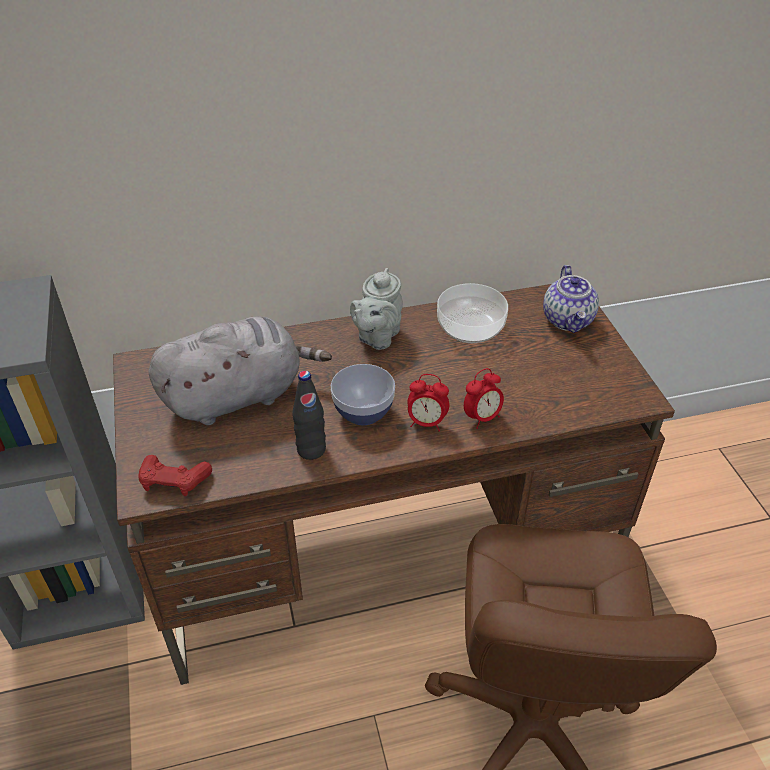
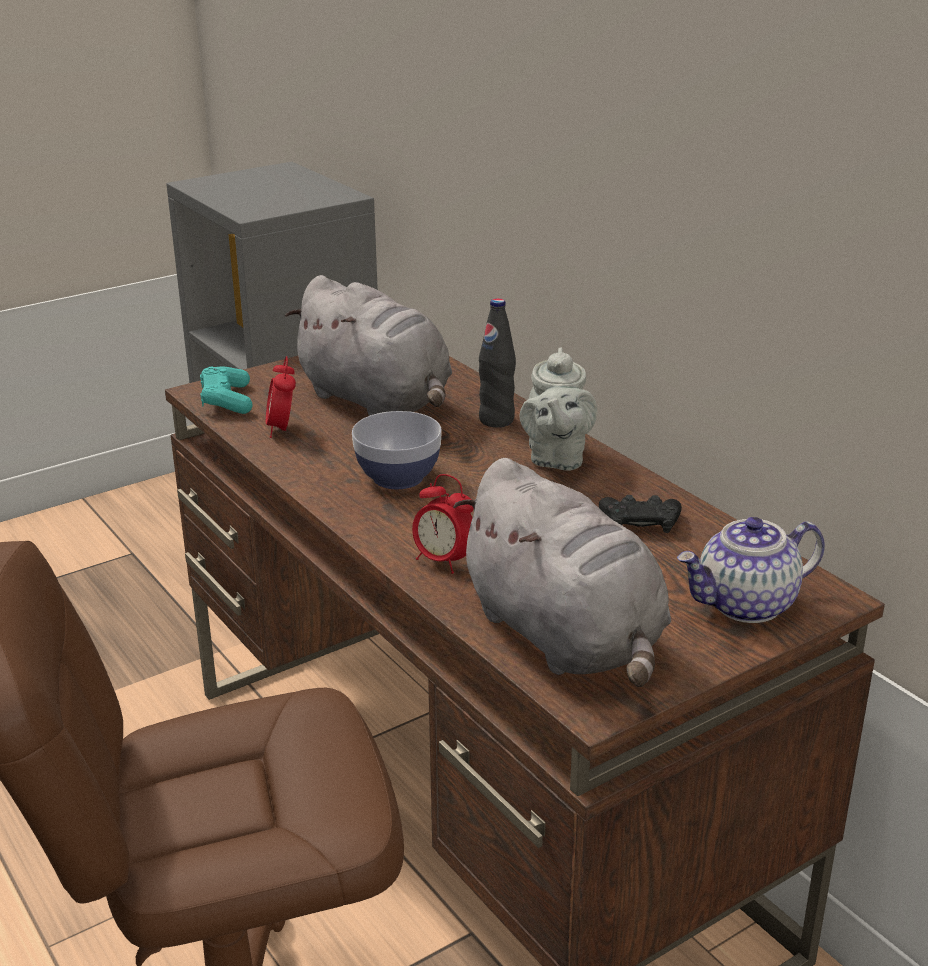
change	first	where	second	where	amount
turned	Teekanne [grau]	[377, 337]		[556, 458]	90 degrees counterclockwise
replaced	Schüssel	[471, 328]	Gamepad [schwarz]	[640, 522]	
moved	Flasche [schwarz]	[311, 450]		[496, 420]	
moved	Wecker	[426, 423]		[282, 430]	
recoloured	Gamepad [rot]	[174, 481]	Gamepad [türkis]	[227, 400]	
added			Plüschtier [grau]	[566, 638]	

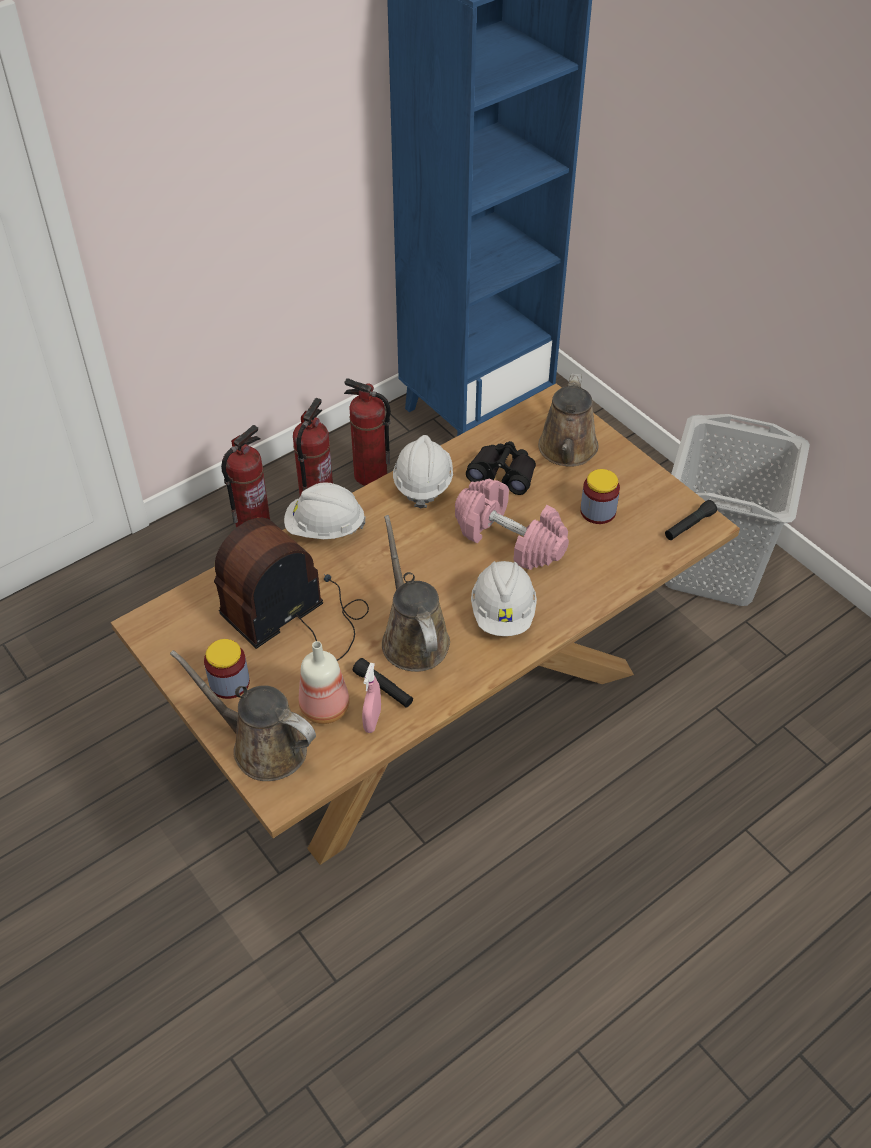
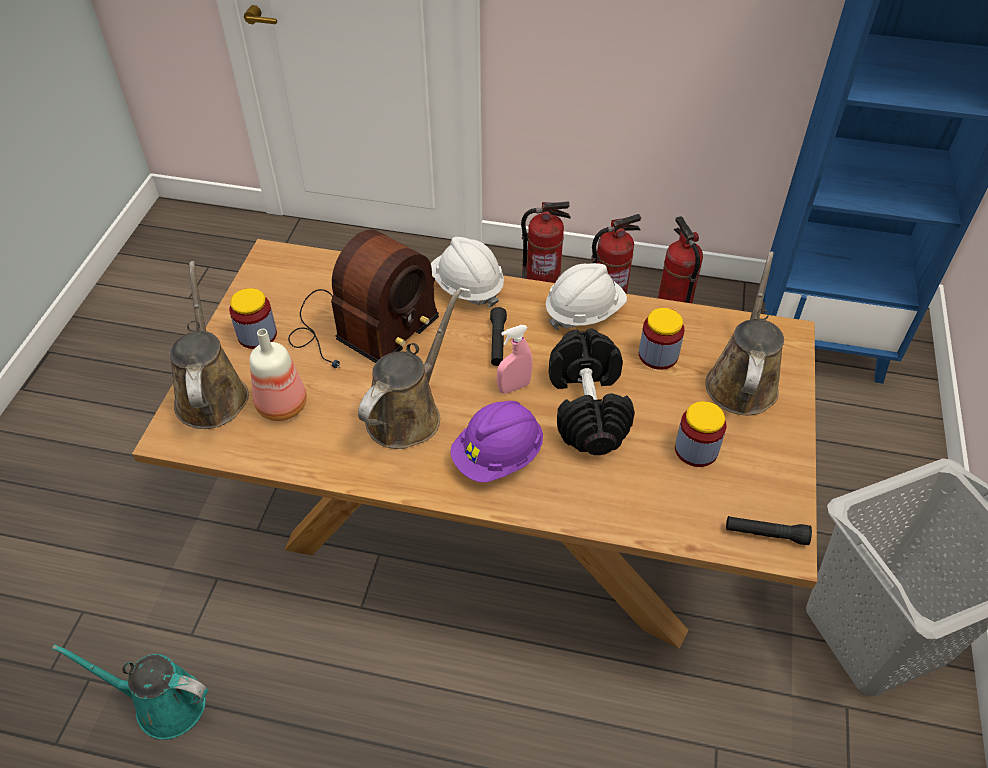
change	first	where	second	where	amount
turned	Gießkanne [braun]	[567, 451]		[742, 381]	135 degrees clockwise
replaced	Fernglas [schwarz]	[503, 474]	Vorratsglas	[658, 355]	
recoloured	Hantel [rosa]	[510, 539]	Hantel [schwarz]	[588, 408]	
turned	Radio	[297, 615]		[361, 329]	120 degrees clockwise
recoloured	Schutzhelm [weiß]	[503, 612]	Schutzhelm [lila]	[498, 457]	
moved	Taschenlampe [schwarz]	[383, 688]		[497, 342]	
moved	Sprühflasche [rosa]	[372, 721]		[514, 387]	
added			Gießkanne [türkis]	[163, 703]	

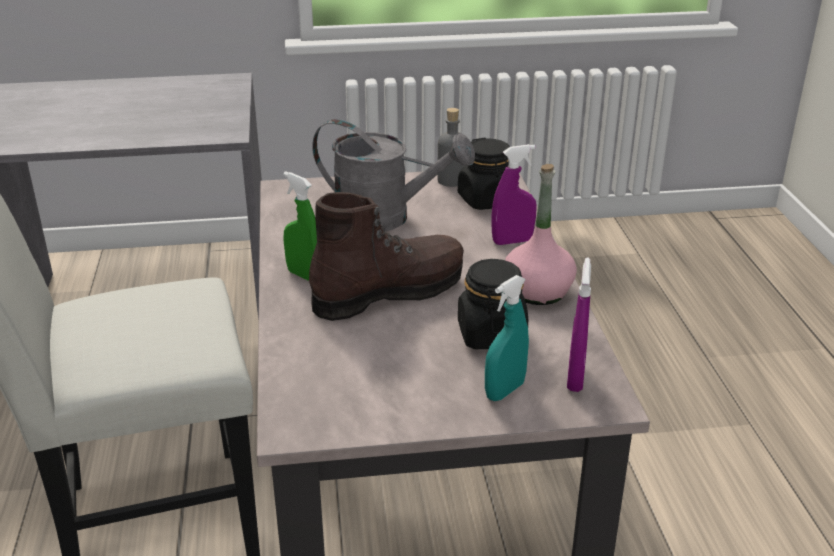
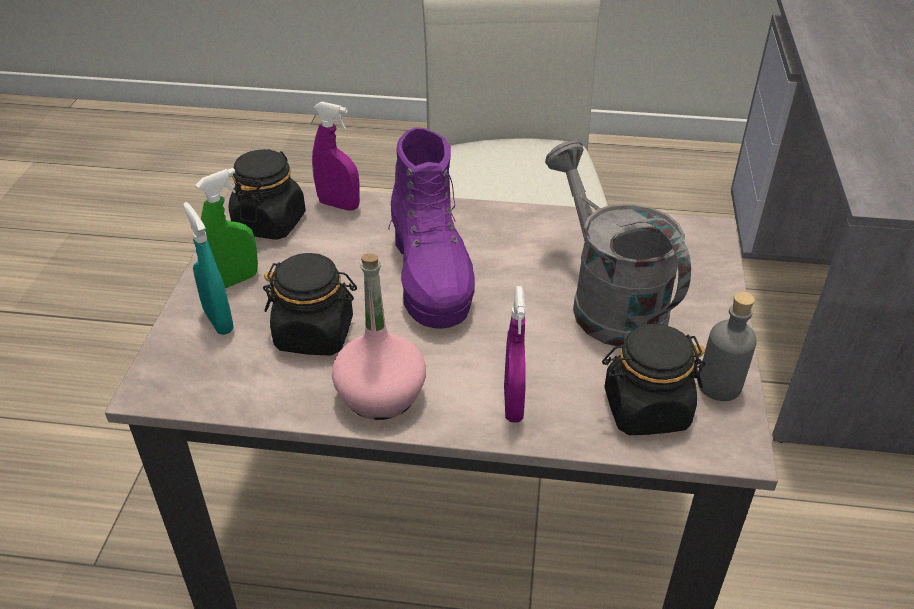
change	first	where	second	where	amount
turned	Gießkanne [grau]	[385, 218]		[608, 301]	120 degrees clockwise
moved	Sprühflasche [grün]	[305, 275]		[235, 280]	
recoloured	Stiefel [braun]	[388, 292]	Stiefel [lila]	[431, 277]	
moved	Sprühflasche [lila]	[575, 378]		[339, 205]	
added			Vorratsglas [schwarz]	[270, 222]	

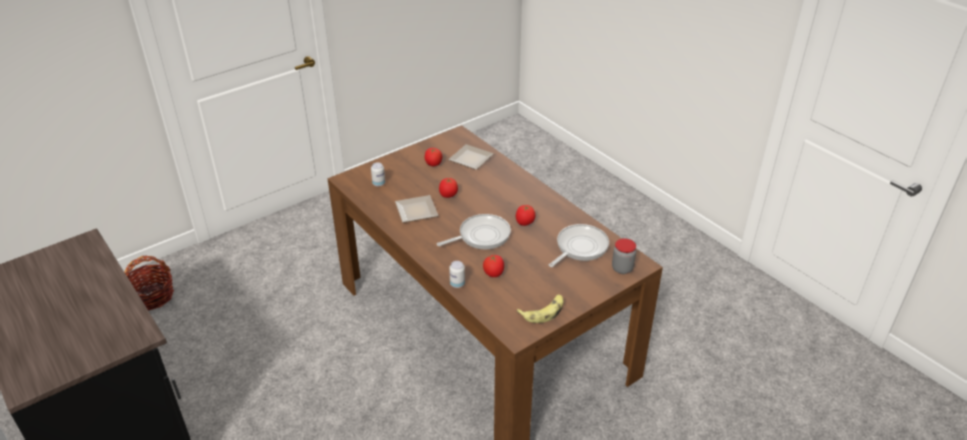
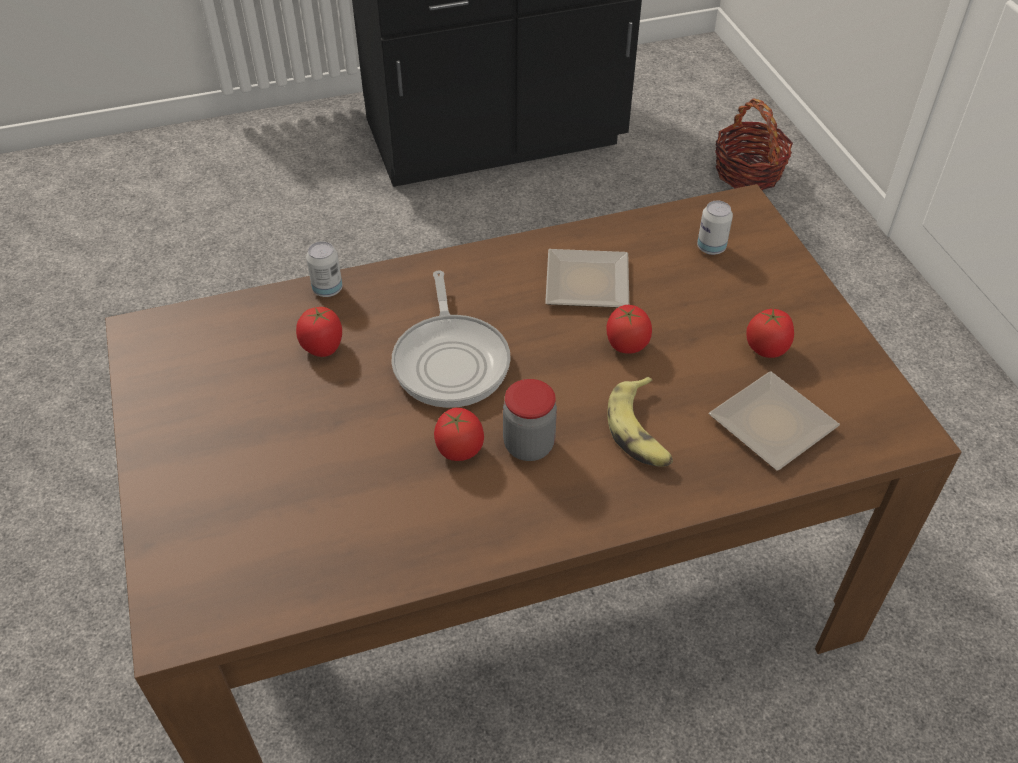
change	first	where	second	where	amount
removed	Pfanne	[579, 247]			
moved	Vorratsglas	[622, 268]		[529, 445]	
moved	Banane	[543, 312]		[641, 431]	

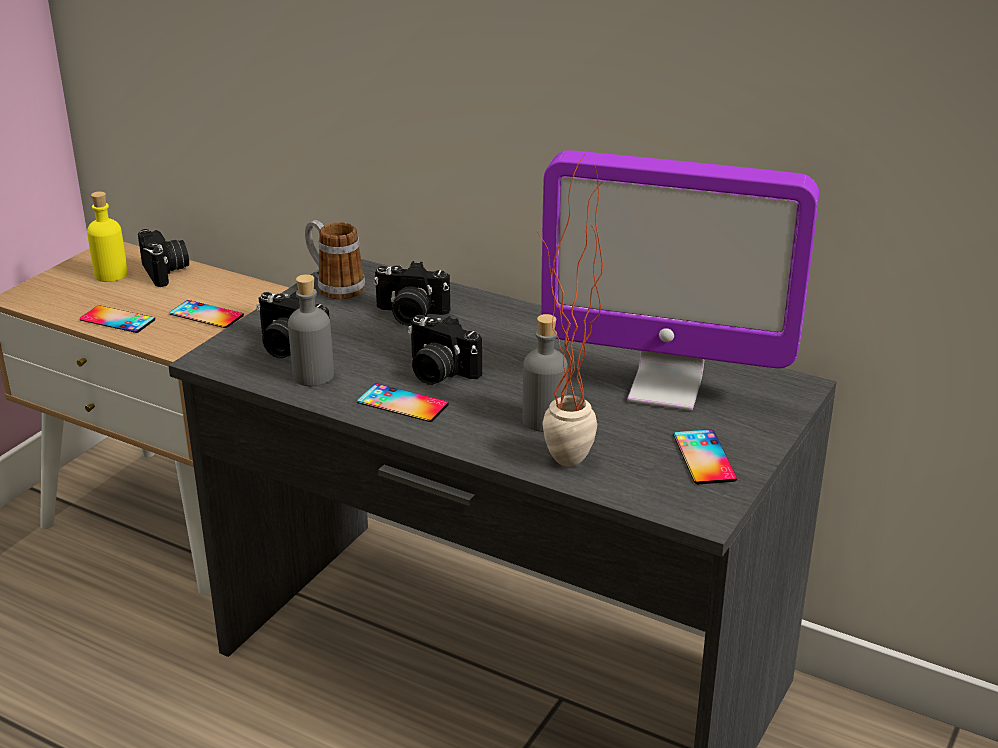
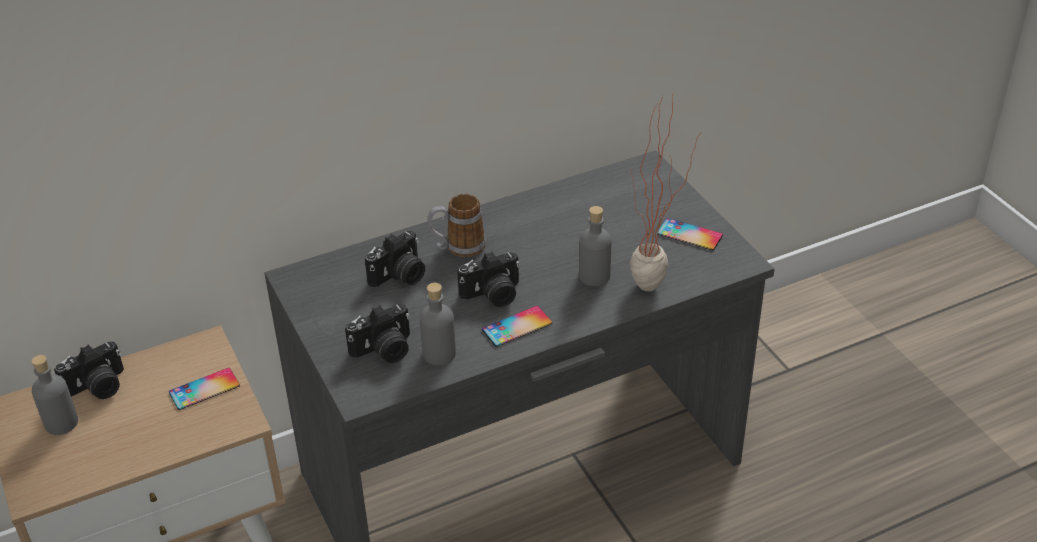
change	first	where	second	where	amount
removed	Monitor	[665, 389]			
recoloured	Flasche [gelb]	[111, 275]	Flasche [grau]	[61, 423]	
moved	Henkelbecher	[334, 286]		[458, 247]	
turned	Kamera	[166, 272]		[97, 387]	135 degrees clockwise
removed	Handy	[117, 320]			

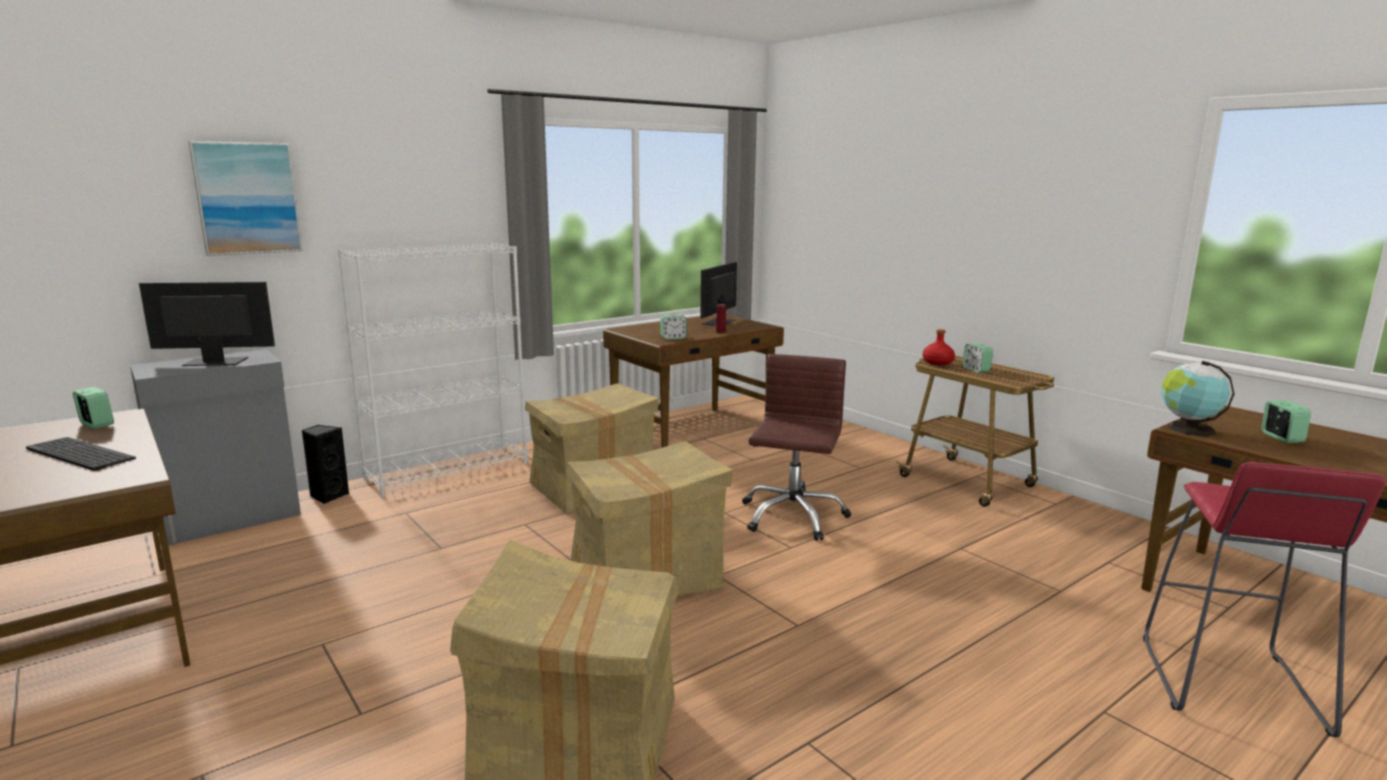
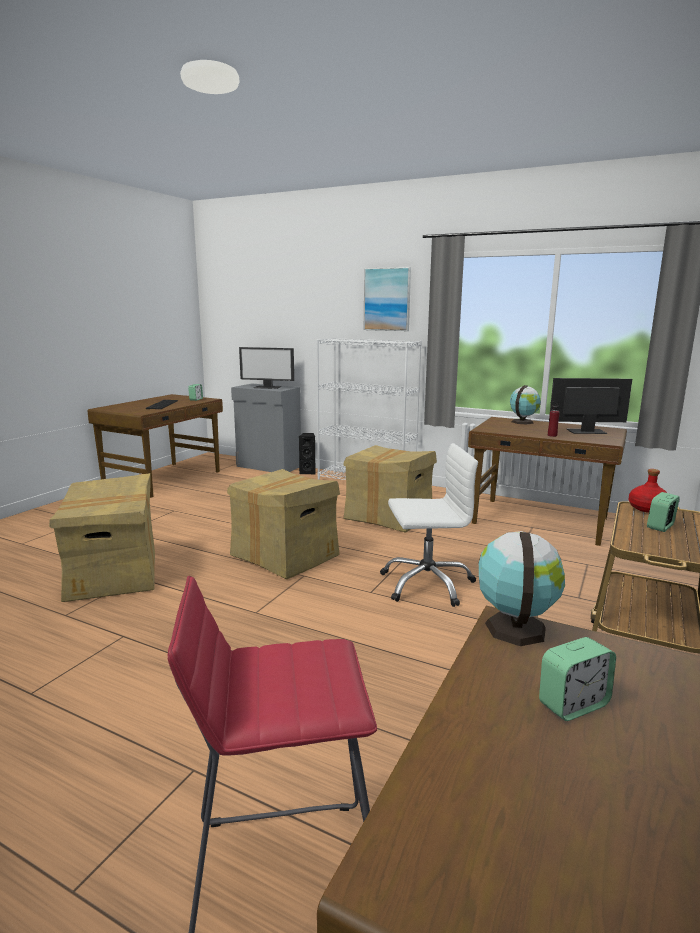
change	first	where	second	where	amount
moved	Bild	[247, 198]		[387, 299]	
turned	Monitor	[214, 362]		[267, 387]	135 degrees clockwise
removed	Wecker	[673, 338]			
recoloured	Bürostuhl [braun]	[792, 516]	Bürostuhl [weiß]	[426, 584]	
added			Globus	[522, 422]	

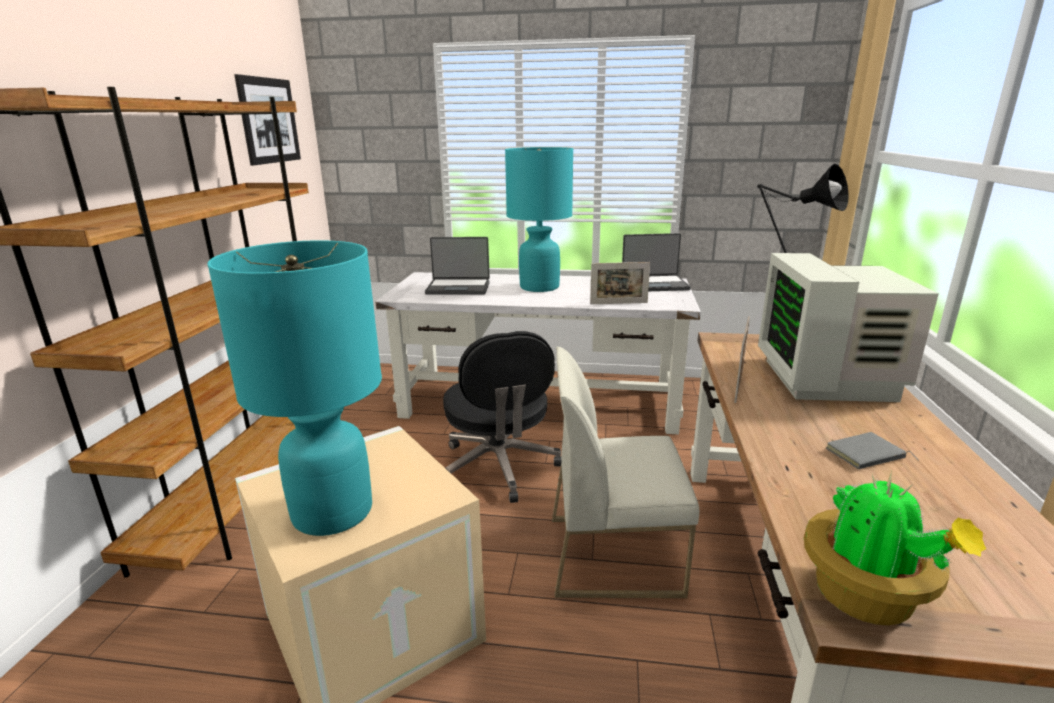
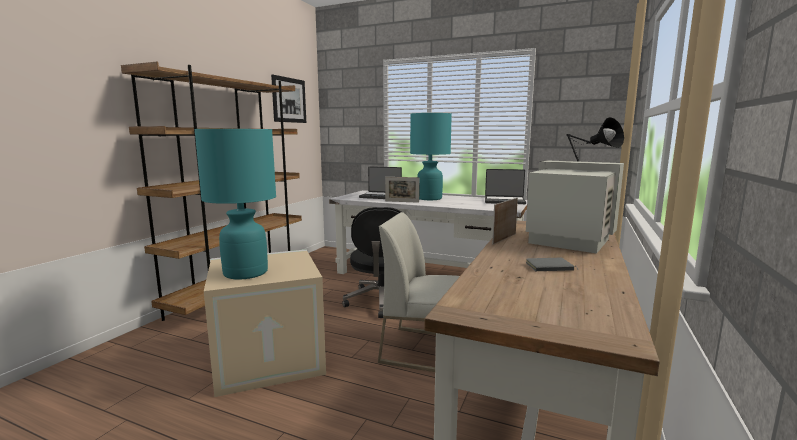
change	first	where	second	where	amount
turned	Monitor	[829, 380]		[568, 241]	105 degrees clockwise
moved	Bilderrahmen	[618, 303]		[402, 201]	
removed	Topfpflanze	[866, 598]			

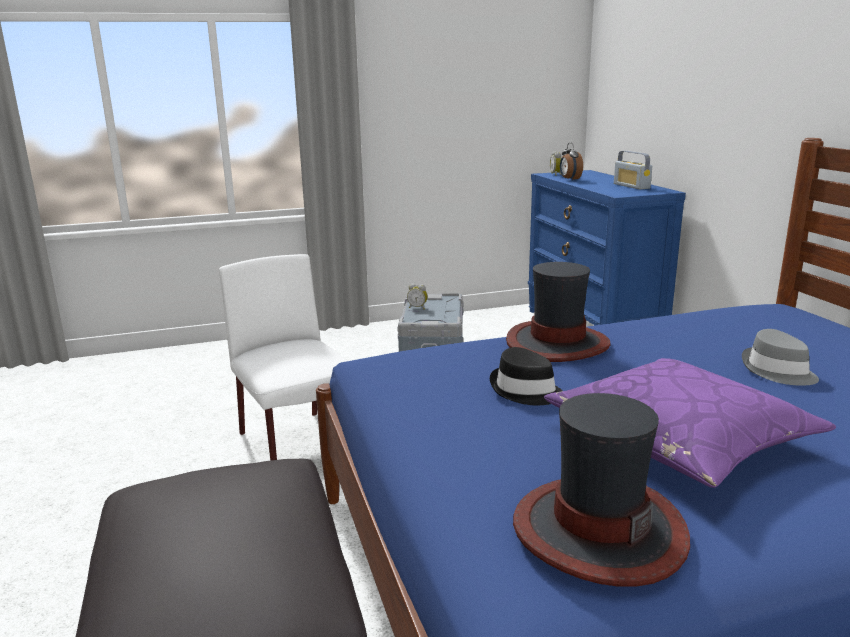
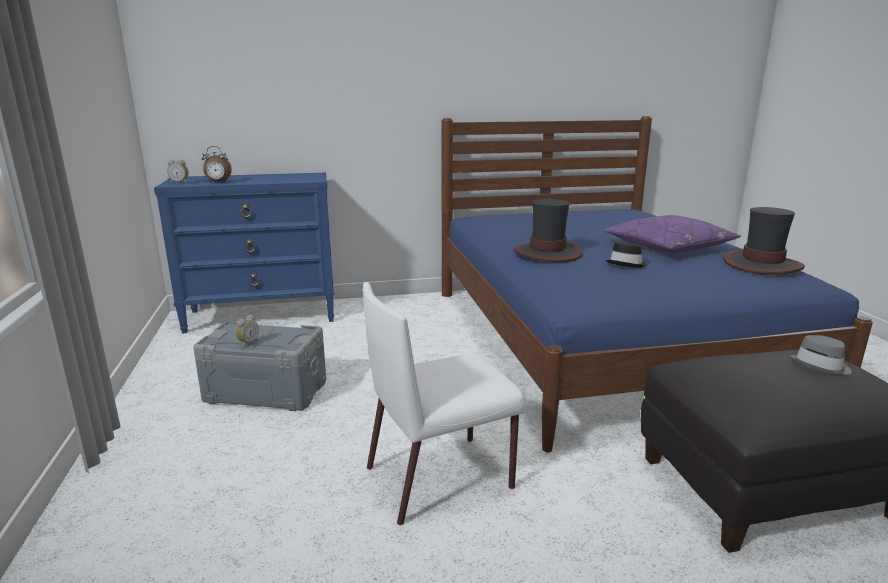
change	first	where	second	where	amount
removed	Radio	[631, 186]			
moved	Hut [grau]	[777, 371]		[820, 366]	

